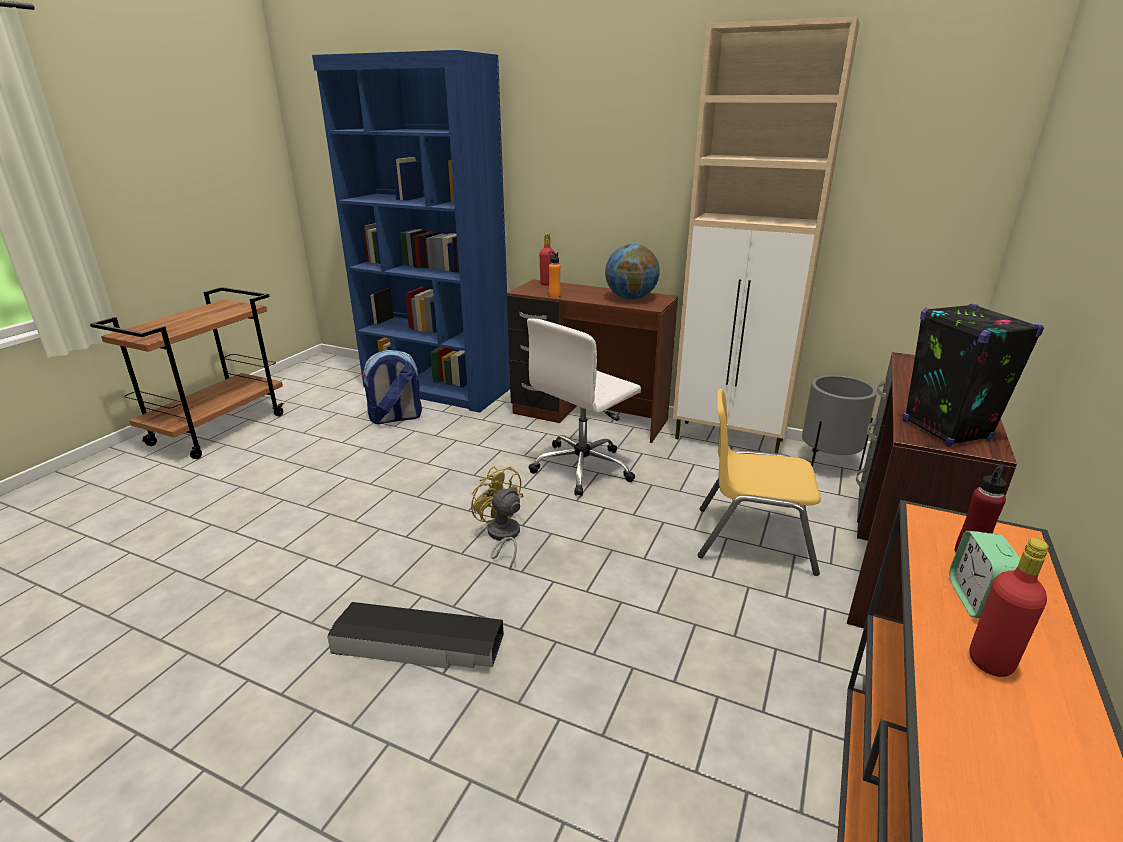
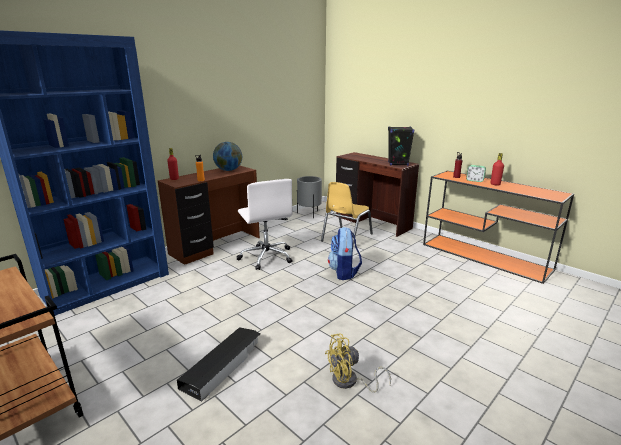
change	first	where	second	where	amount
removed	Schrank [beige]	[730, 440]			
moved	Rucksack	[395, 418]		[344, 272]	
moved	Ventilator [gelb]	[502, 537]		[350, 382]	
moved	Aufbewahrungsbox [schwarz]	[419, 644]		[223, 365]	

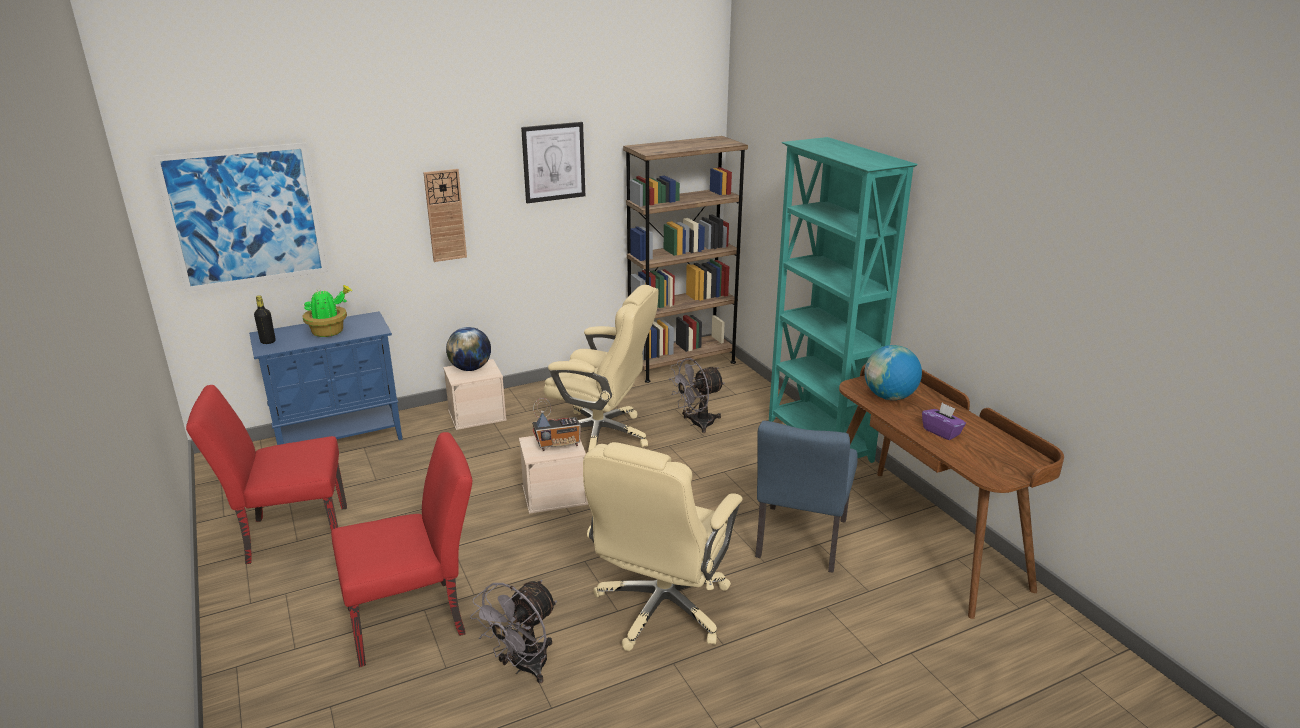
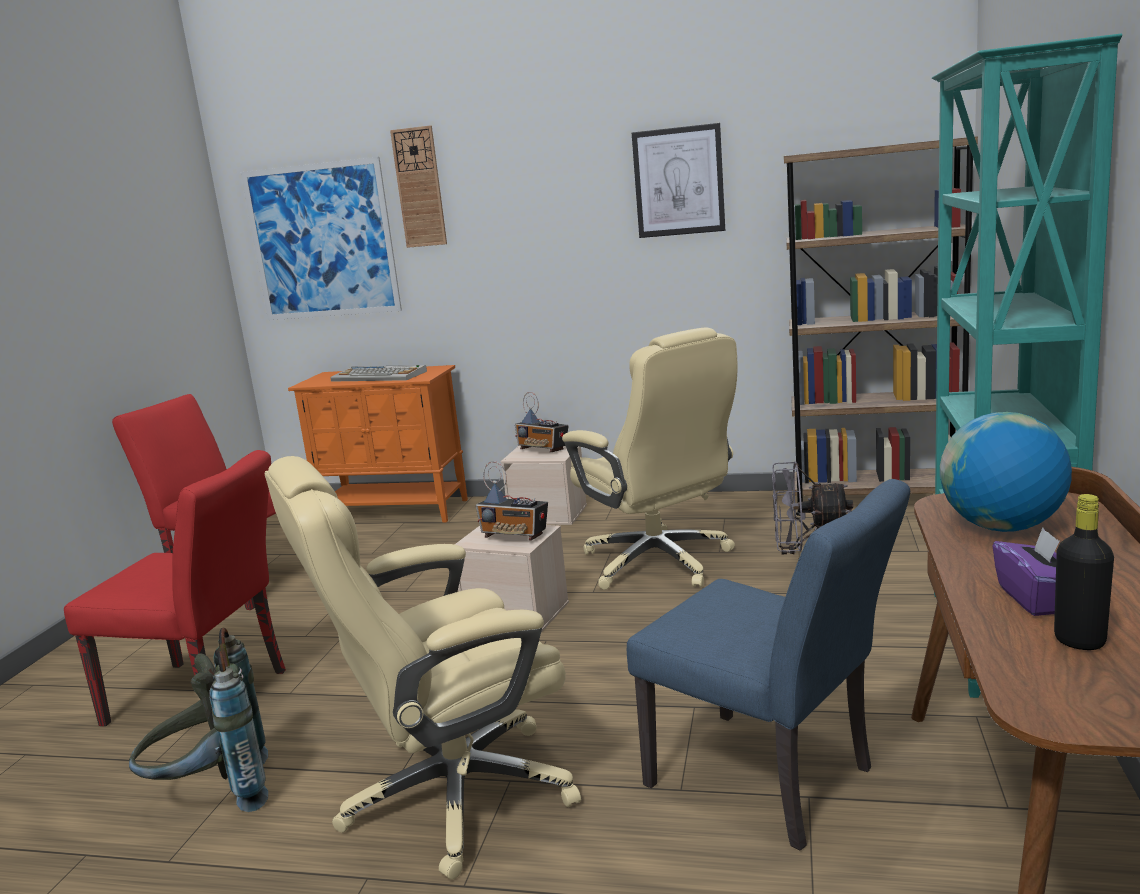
change	first	where	second	where	amount
moved	Wanduhr	[445, 215]		[419, 187]	
replaced	Topfpflanze	[329, 332]	Tastatur	[380, 376]	
moved	Flasche [schwarz]	[268, 341]		[1079, 641]	
recoloured	Schrank [blau]	[340, 439]	Schrank [orange]	[395, 511]	
replaced	Globus	[470, 368]	Radio	[543, 449]	
turned	Stuhl [blau]	[799, 543]		[773, 783]	105 degrees counterclockwise
replaced	Ventilator [grau]	[523, 667]	Rucksack [grau]	[214, 796]	

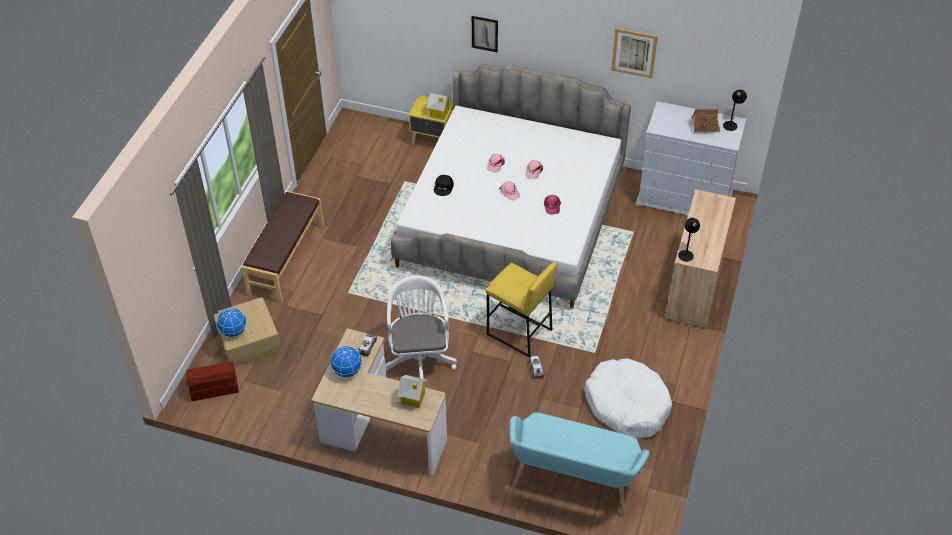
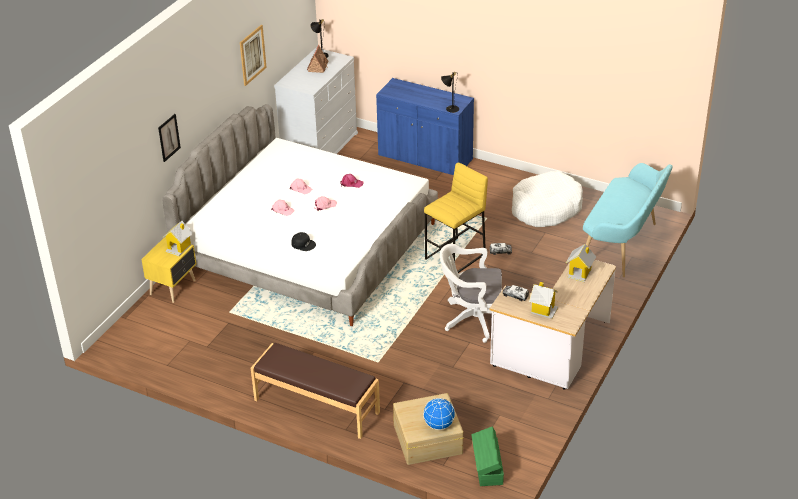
change	first	where	second	where	amount
recoloured	Schrank [beige]	[694, 286]	Schrank [blau]	[425, 158]	
replaced	Globus	[347, 371]	Spielzeughaus	[543, 310]	
recoloured	Aufbewahrungsbox [braun]	[213, 388]	Aufbewahrungsbox [grün]	[487, 467]	

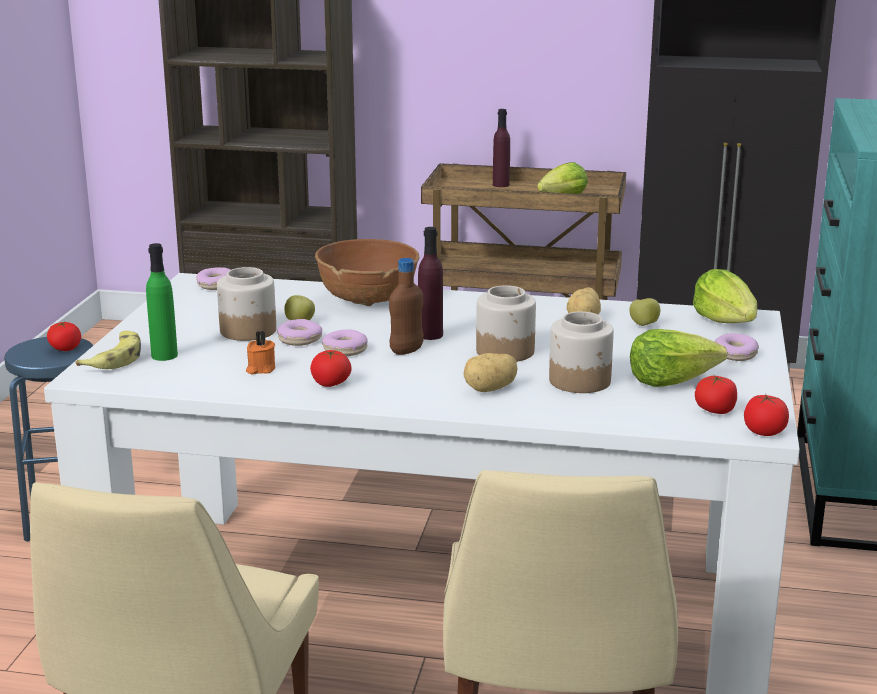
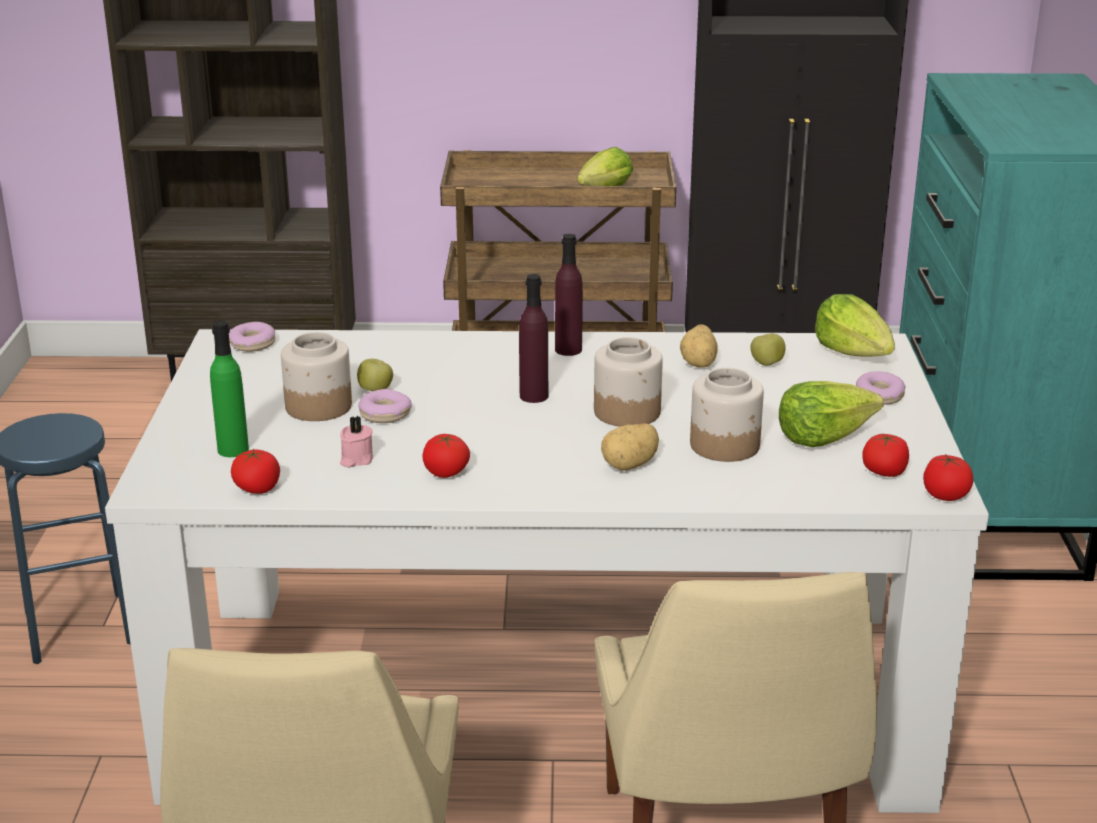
change	first	where	second	where	amount
moved	Flasche [lila]	[501, 185]		[568, 350]	
removed	Schüssel [braun]	[368, 299]			
removed	Flasche [braun]	[406, 351]			
moved	Tomate	[65, 349]		[257, 488]	
removed	Donut	[345, 350]			
removed	Banane	[114, 358]			
recoloured	Kerze [orange]	[260, 369]	Kerze [rosa]	[355, 459]	

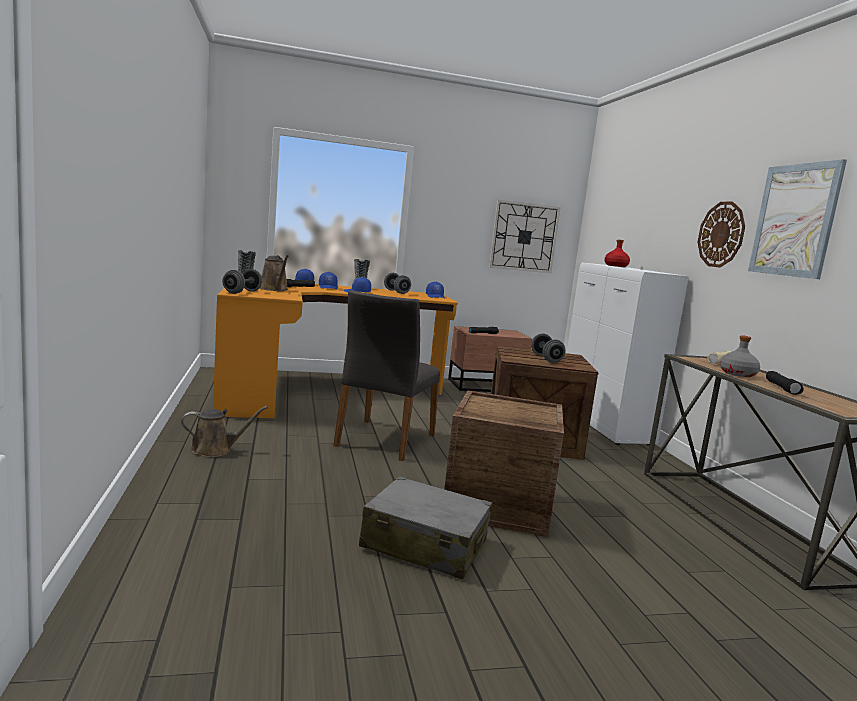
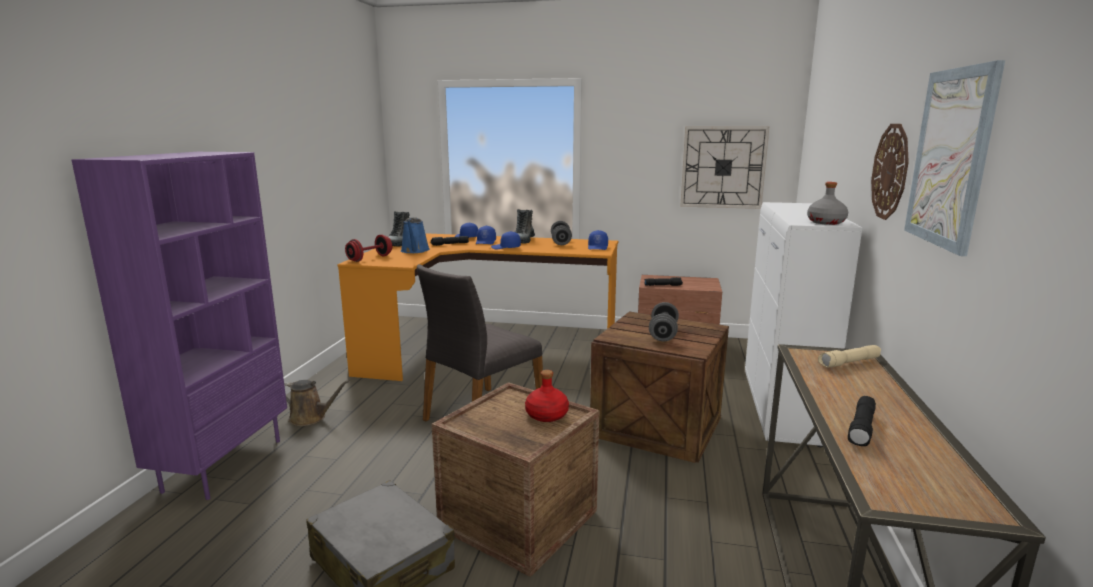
change	first	where	second	where	amount
moved	Flasche [rot]	[616, 266]		[547, 415]	
recoloured	Gießkanne [braun]	[274, 289]	Gießkanne [blau]	[415, 251]	
recoloured	Hantel [grau]	[242, 292]	Hantel [rot]	[370, 258]	
moved	Flasche [grau]	[737, 374]		[825, 222]	
added			Bücherregal [lila]	[223, 464]	

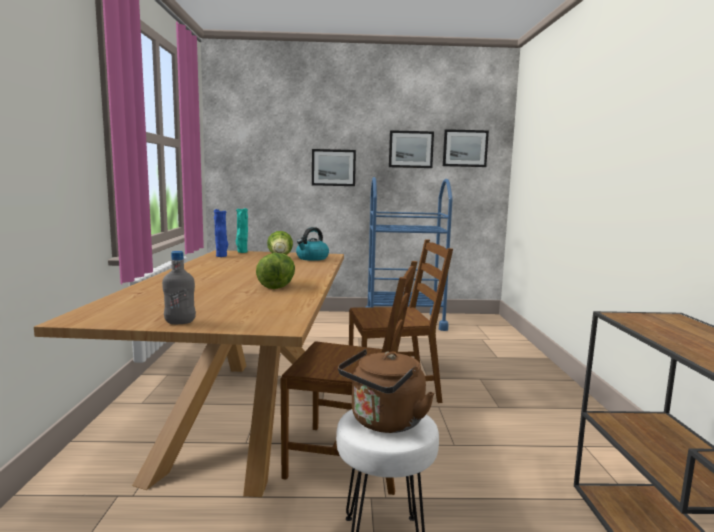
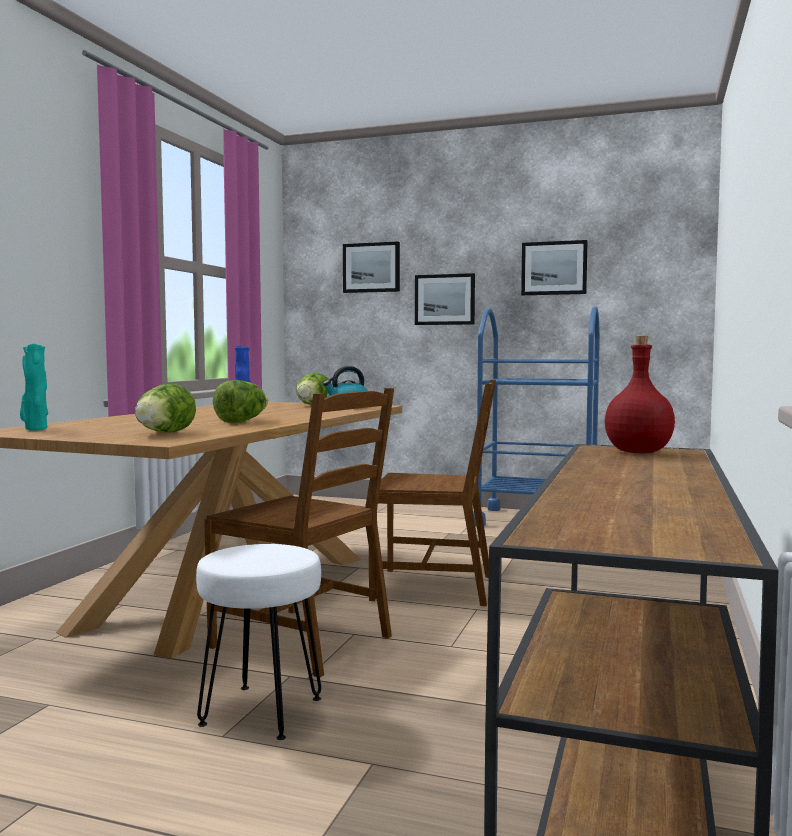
change	first	where	second	where	amount
moved	Bild	[465, 148]		[371, 267]	
moved	Vase [türkis]	[242, 252]		[35, 429]	
removed	Flasche [grau]	[180, 322]			
removed	Wasserkessel [braun]	[384, 422]			
added			Flasche [rot]	[637, 452]	
added			Salatkopf	[164, 433]	

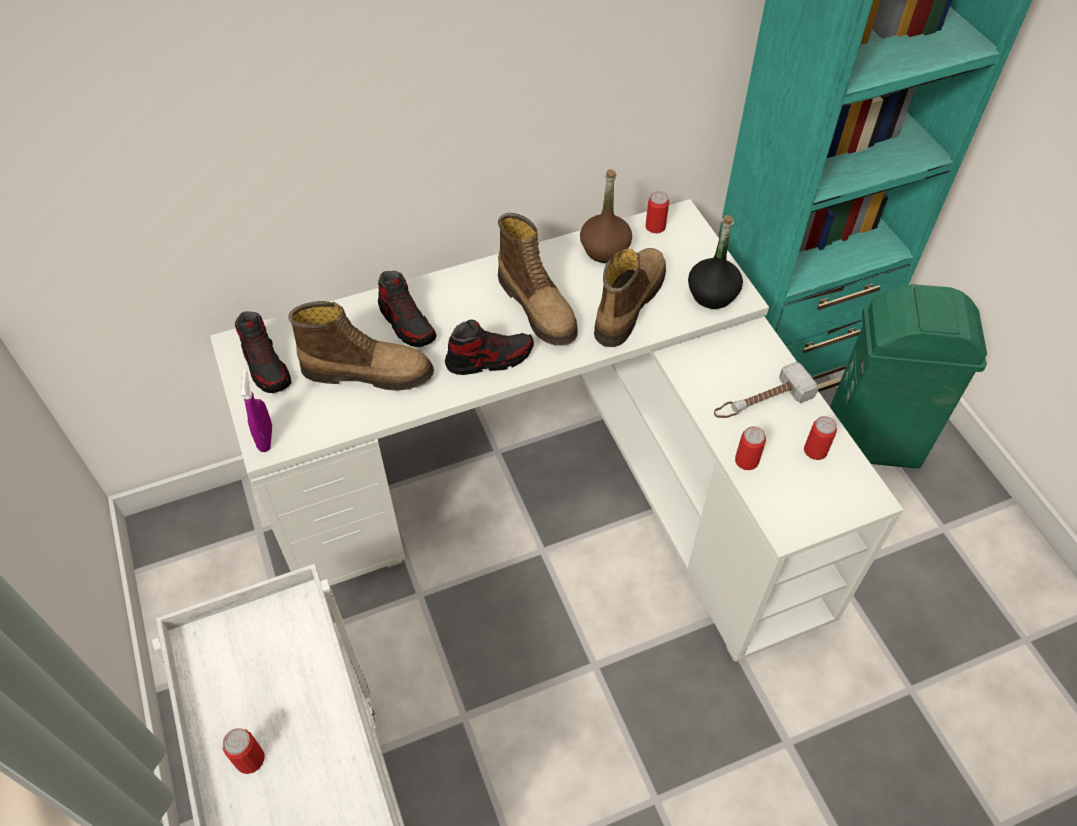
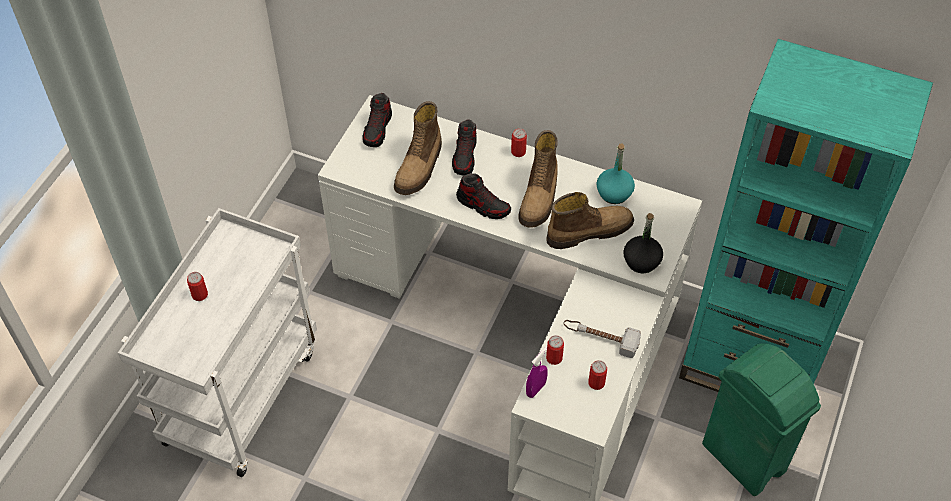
change	first	where	second	where	amount
recoloured	Flasche [braun]	[605, 249]	Flasche [türkis]	[614, 193]	
moved	Dose	[655, 227]		[518, 152]	
turned	Stiefel	[368, 371]		[420, 167]	60 degrees clockwise
moved	Sprühflasche [lila]	[266, 438]		[536, 389]	

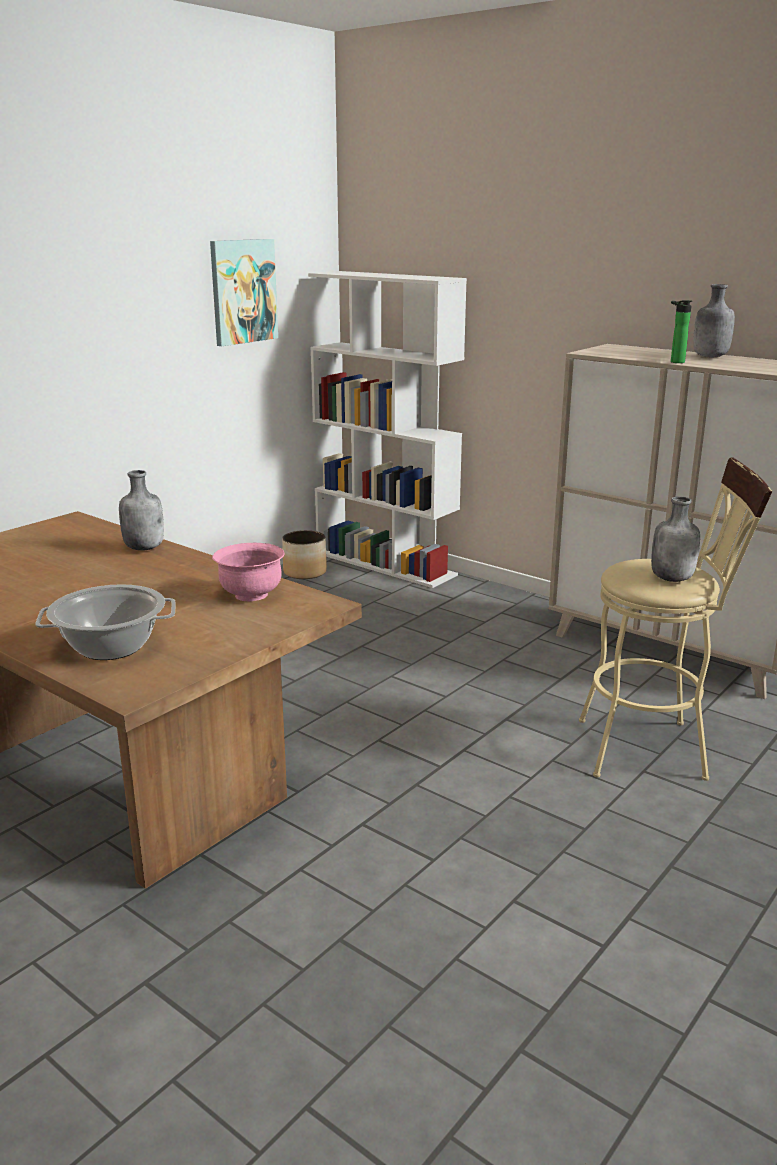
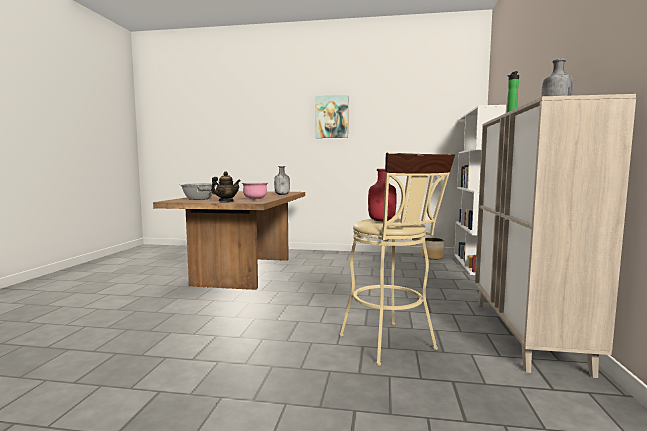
change	first	where	second	where	amount
moved	Bild	[243, 291]		[331, 117]	
recoloured	Flasche [grau]	[672, 578]	Flasche [rot]	[382, 221]	
added			Teekanne	[226, 201]	

